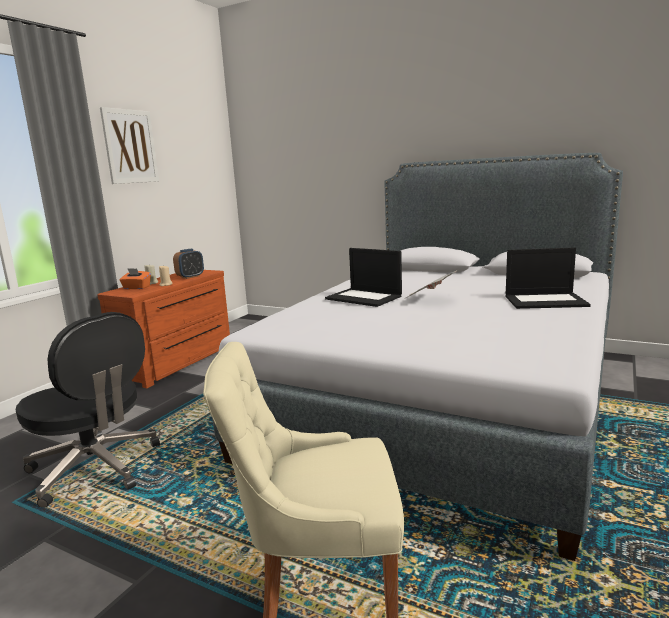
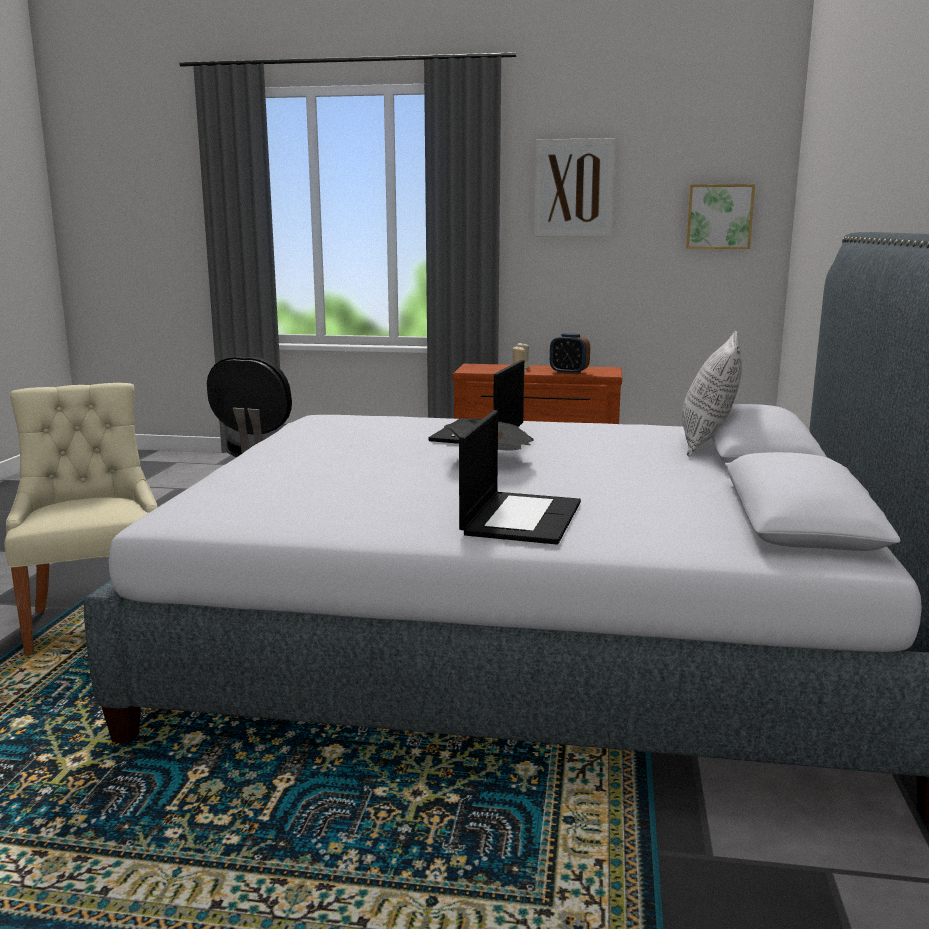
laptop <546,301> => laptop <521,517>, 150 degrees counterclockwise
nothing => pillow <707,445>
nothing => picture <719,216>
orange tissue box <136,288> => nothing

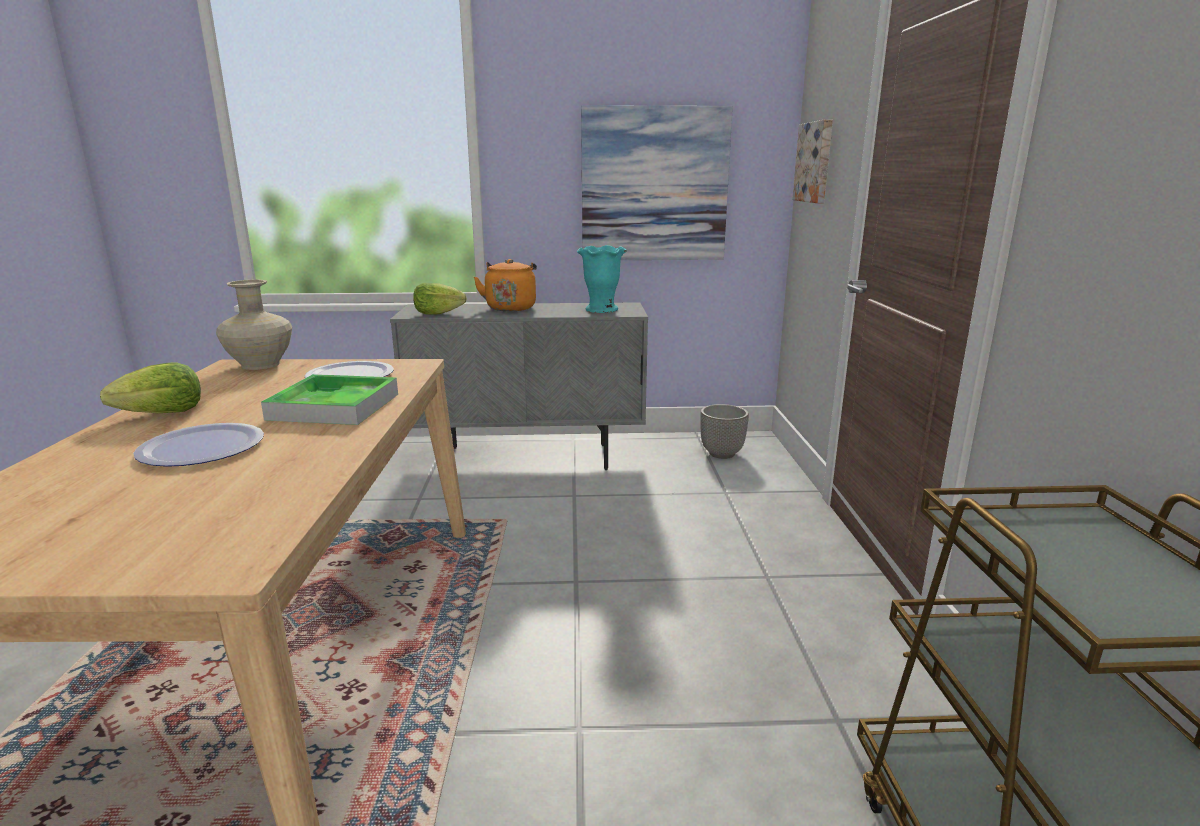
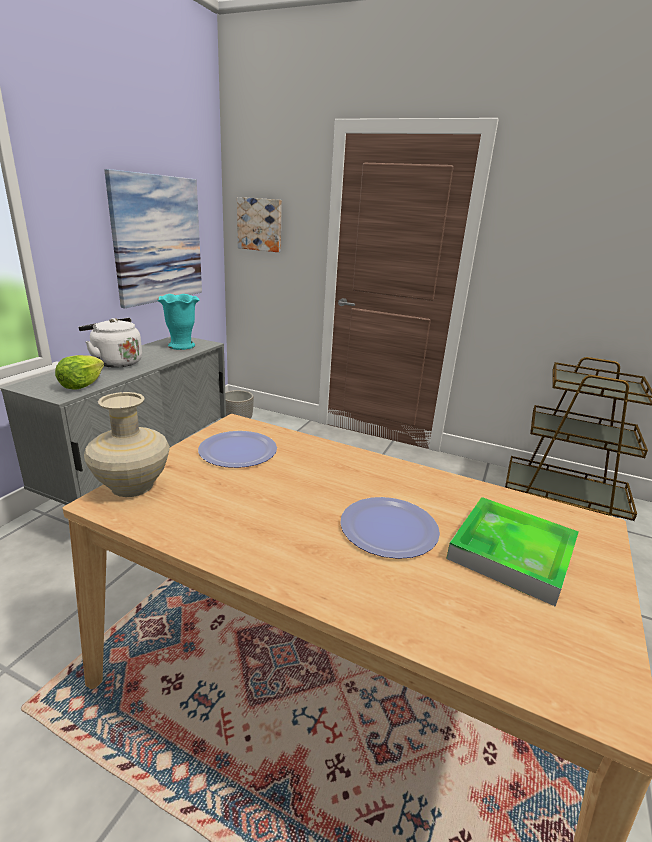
orange kettle <511,308> => white kettle <115,362>
tray <334,406> => tray <511,552>, moved
lettuce <163,414> => nothing

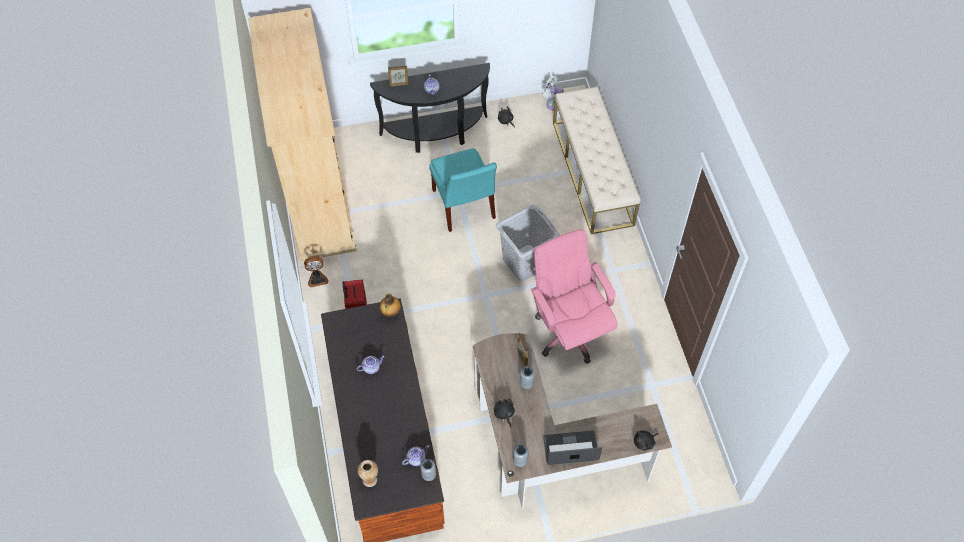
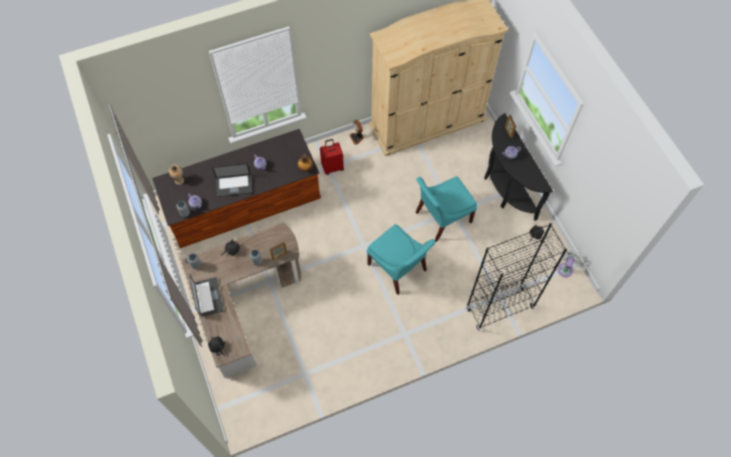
nothing => laptop <234,186>
grey laundry basket <526,263> => turquoise chair <398,269>
beige bench <592,173> => black bookcase <499,308>
pink office chair <569,331> => nothing

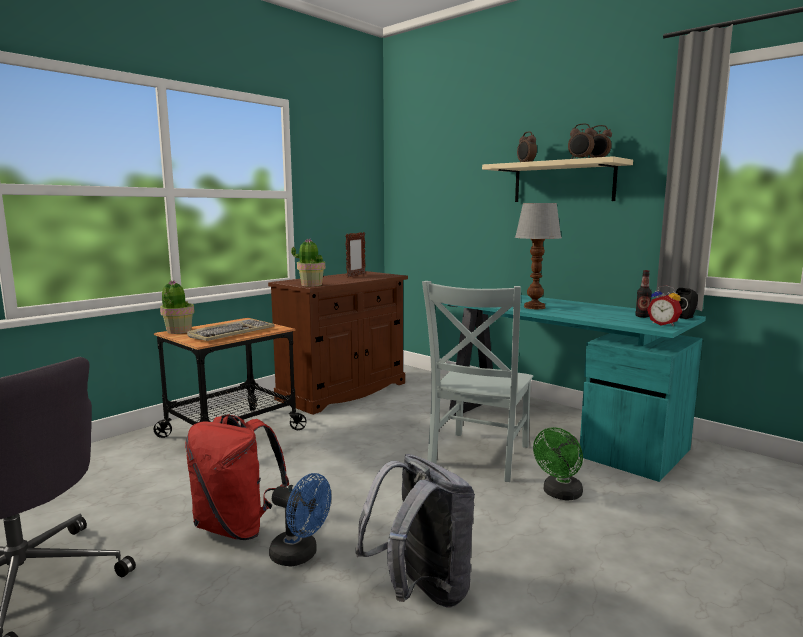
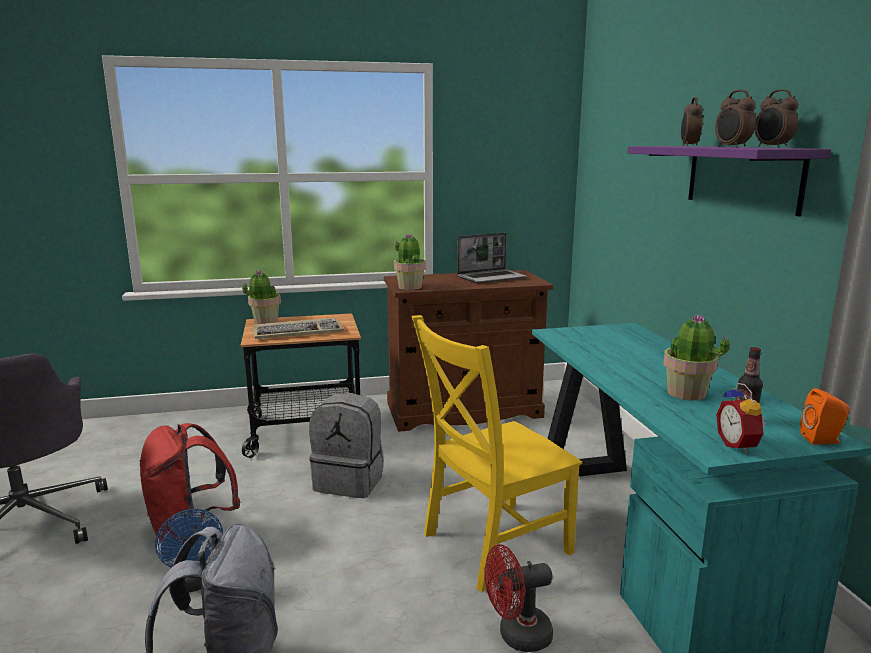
nothing => grey backpack <350,481>
grey chair <478,457> => yellow chair <491,545>
picture frame <355,276> => laptop <491,277>
green fan <560,494> => red fan <517,636>
beige shelf <563,182> => purple shelf <742,177>
nothing => potted plant <686,393>
black speaker <685,317> => orange speaker <822,440>
table lamp <535,307> => nothing

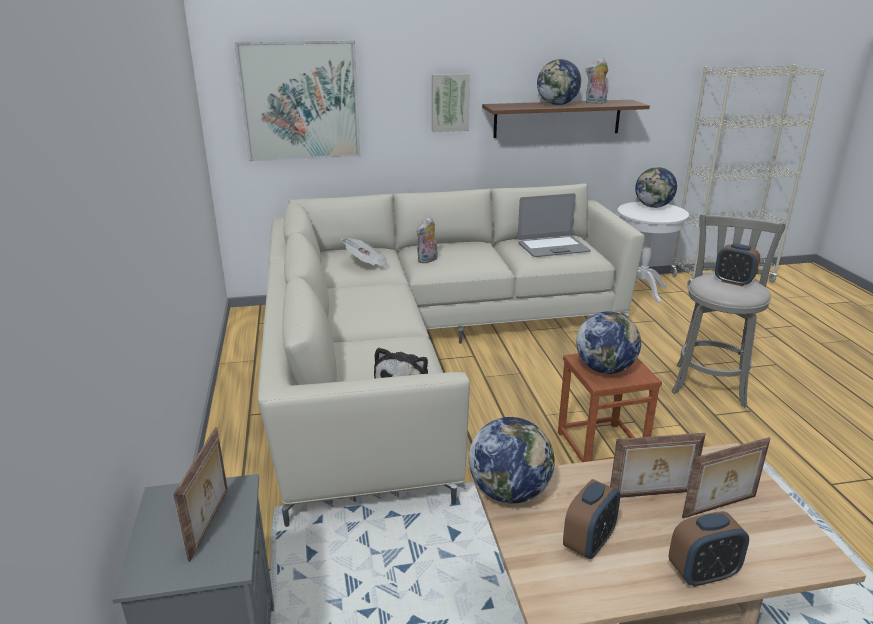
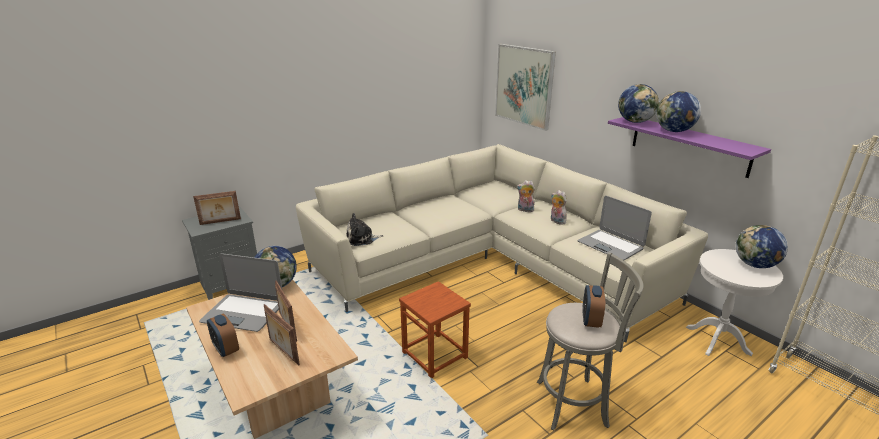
alarm clock <589,543> => laptop <243,313>
plush toy <595,103> => plush toy <556,221>, moved
brown shelf <557,118> => purple shelf <689,145>
globe <605,369> => globe <635,122>, moved
newspaper <367,265> => nothing
picture <449,102> => nothing

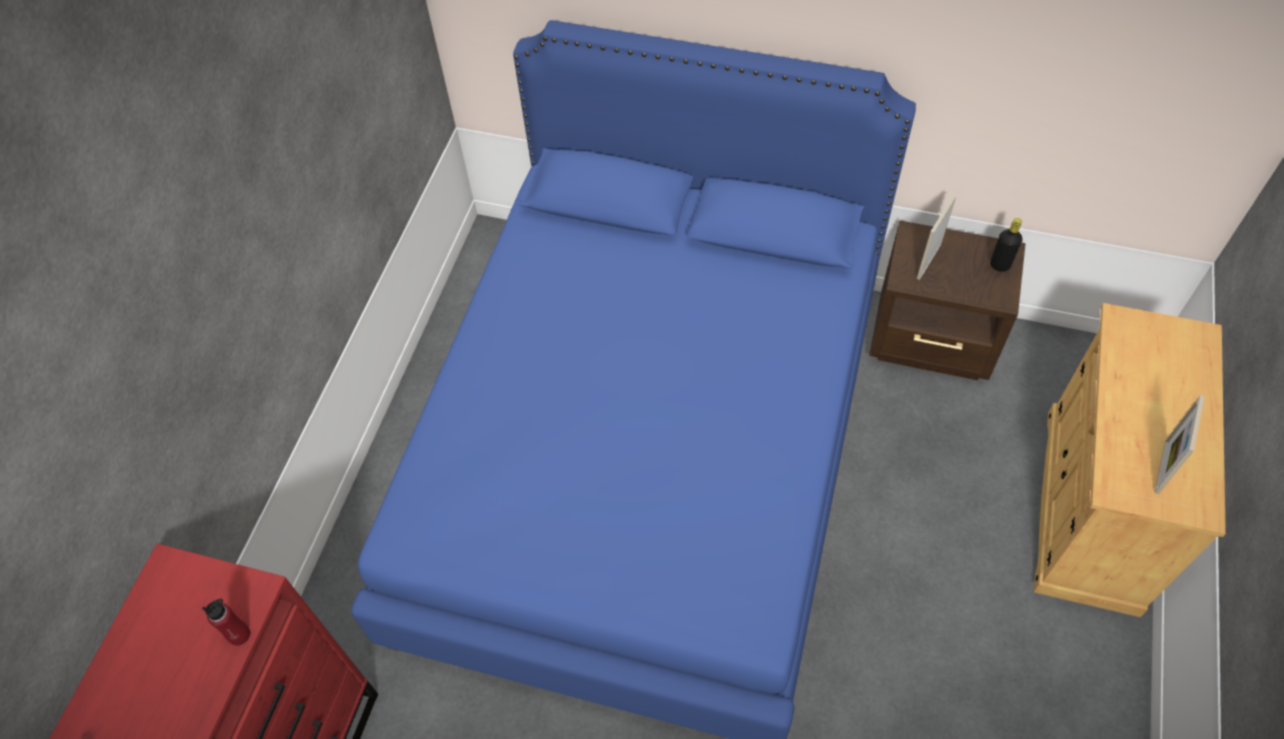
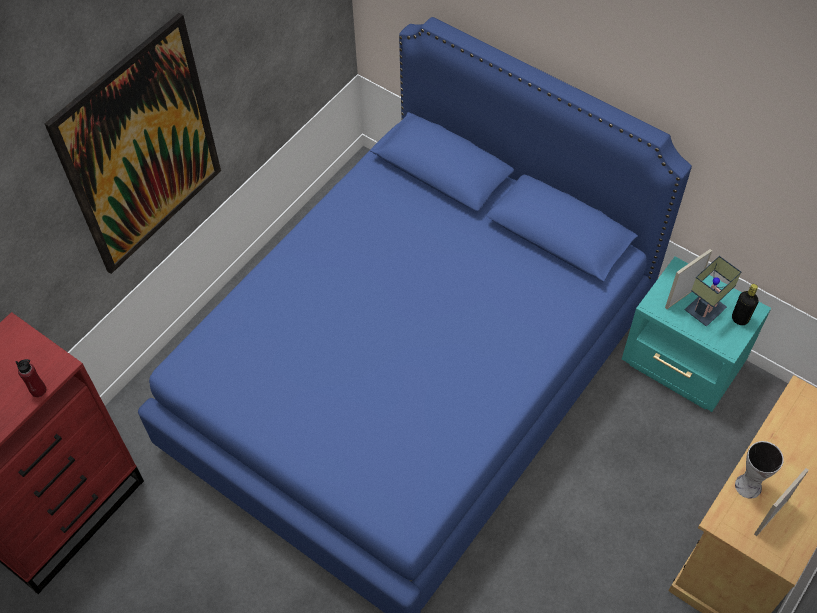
nothing => picture <141,148>
brown nightstand <933,343> => turquoise nightstand <682,367>
nothing => table lamp <705,312>
nothing => vase <747,485>

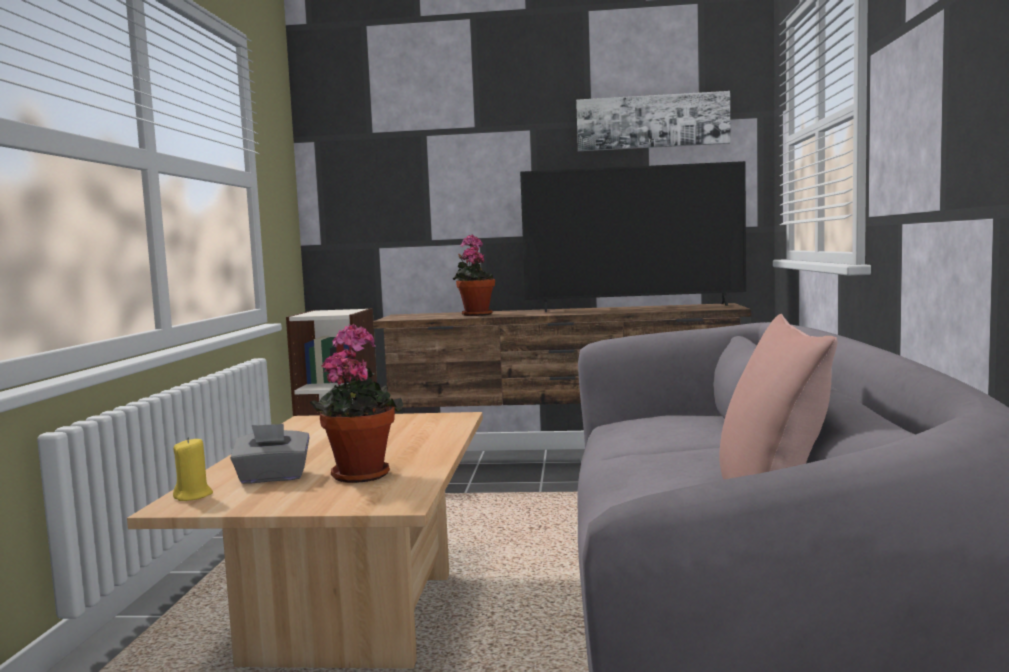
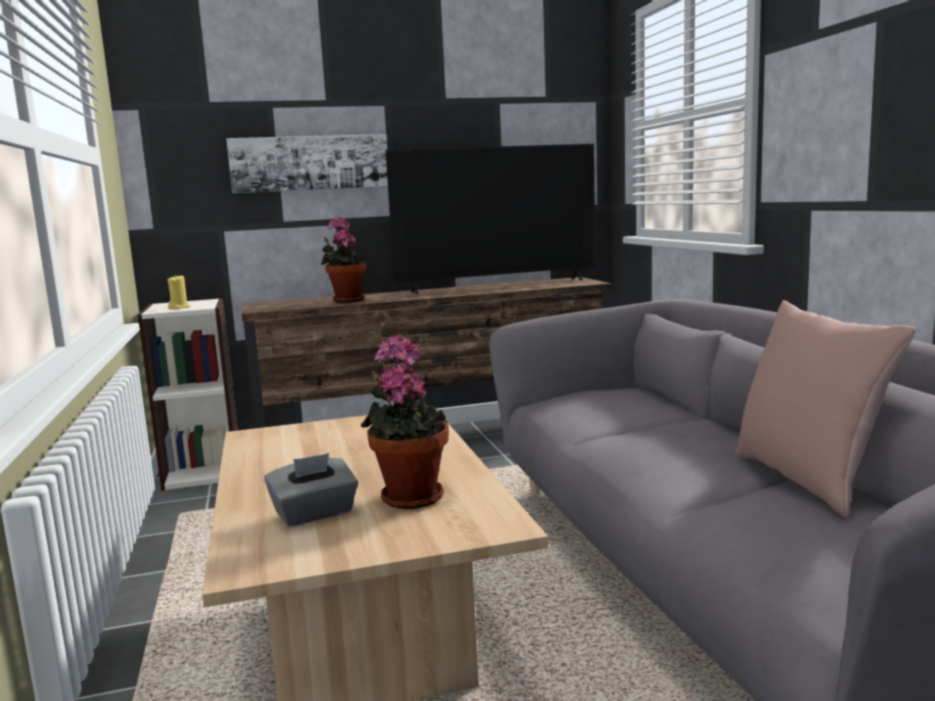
yellow candle <193,496> => yellow candle <179,307>, moved
picture <652,122> => picture <310,163>, moved

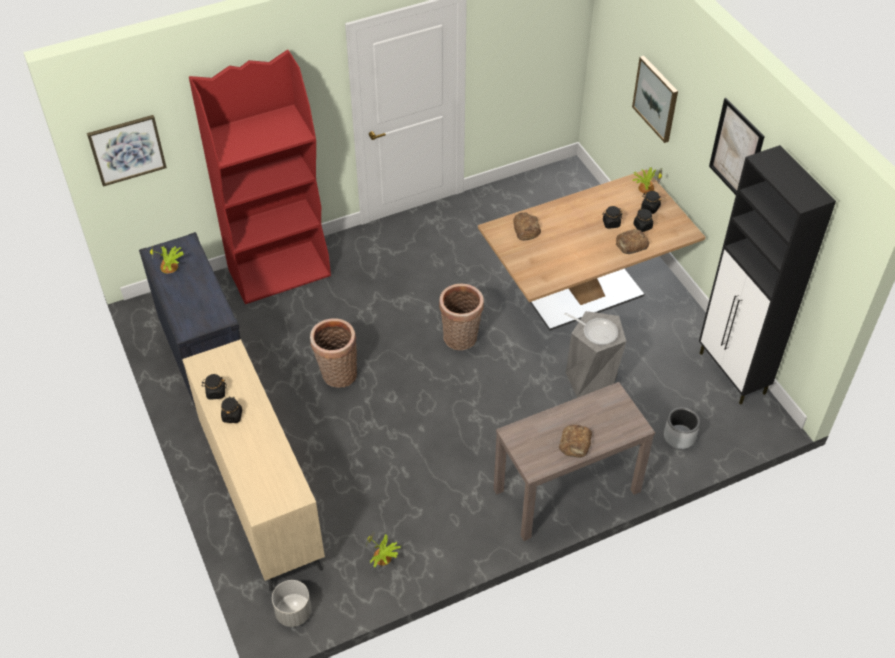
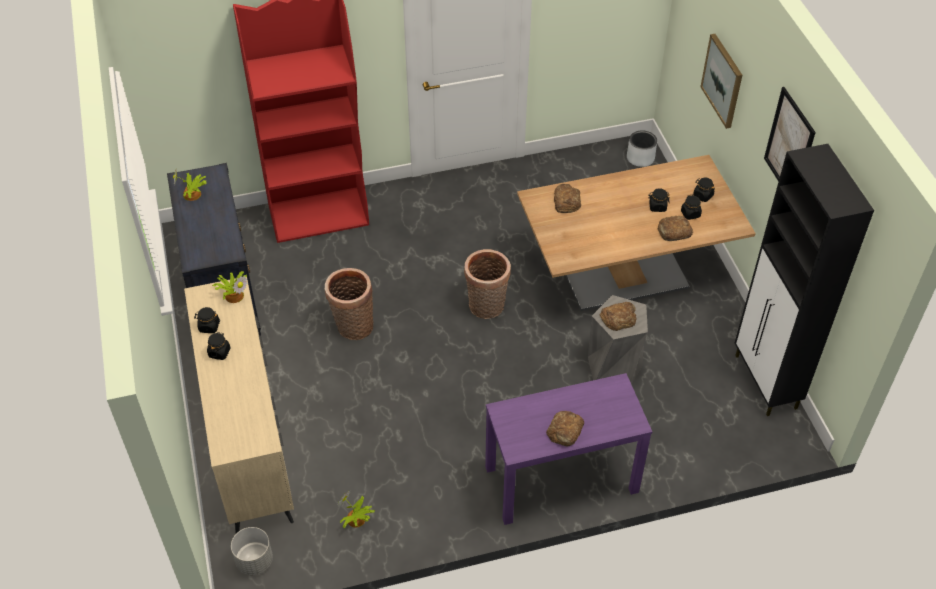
potted plant <645,188> => potted plant <234,295>, moved
brown console table <566,491> => purple console table <561,480>
frying pan <597,332> => bread <618,318>
grey planter <679,436> => grey planter <640,158>, moved
picture <127,149> => nothing

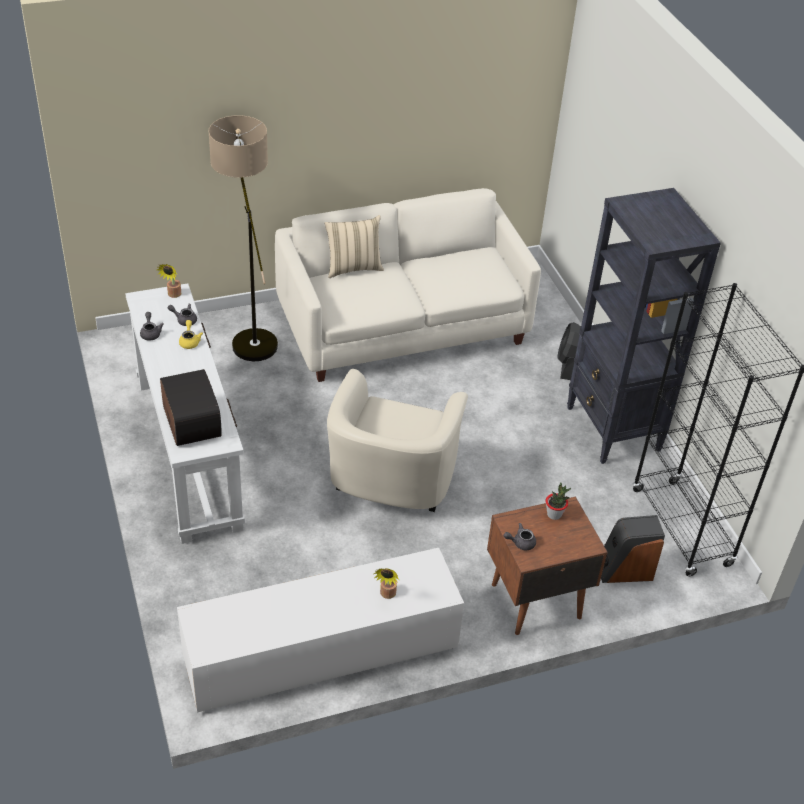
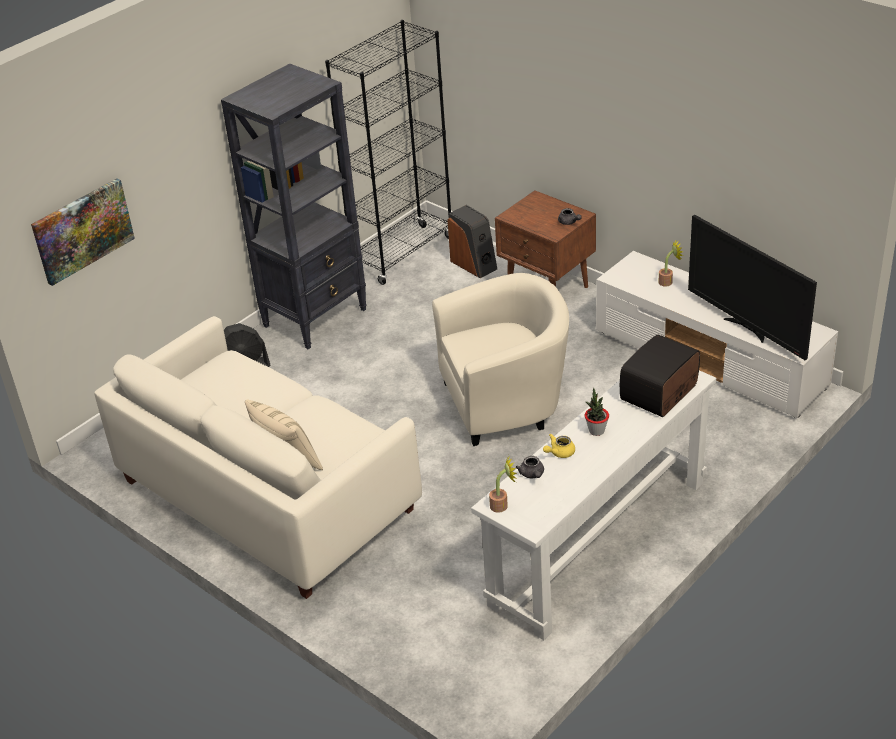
nothing => picture <82,230>
potted plant <554,514> => potted plant <596,431>, moved
nothing => television <747,329>
grey teapot <150,333> => nothing
floor lamp <250,334> => nothing

